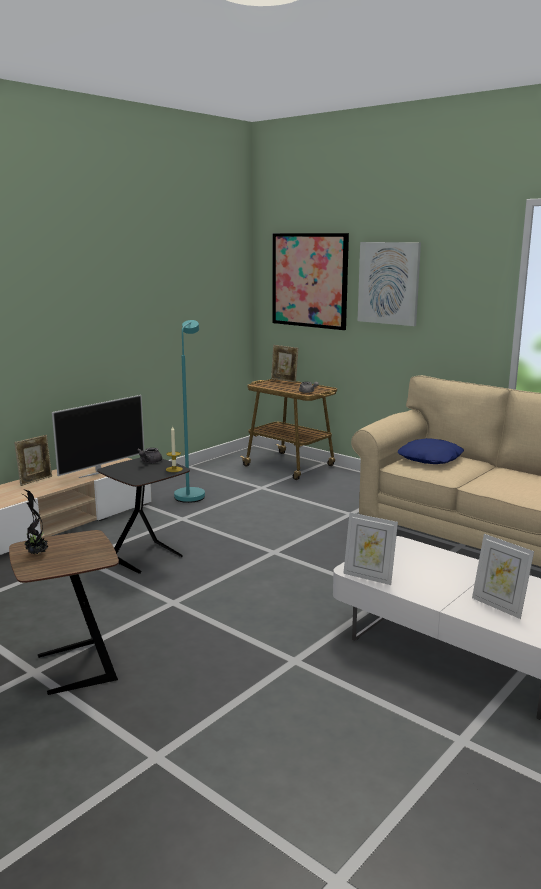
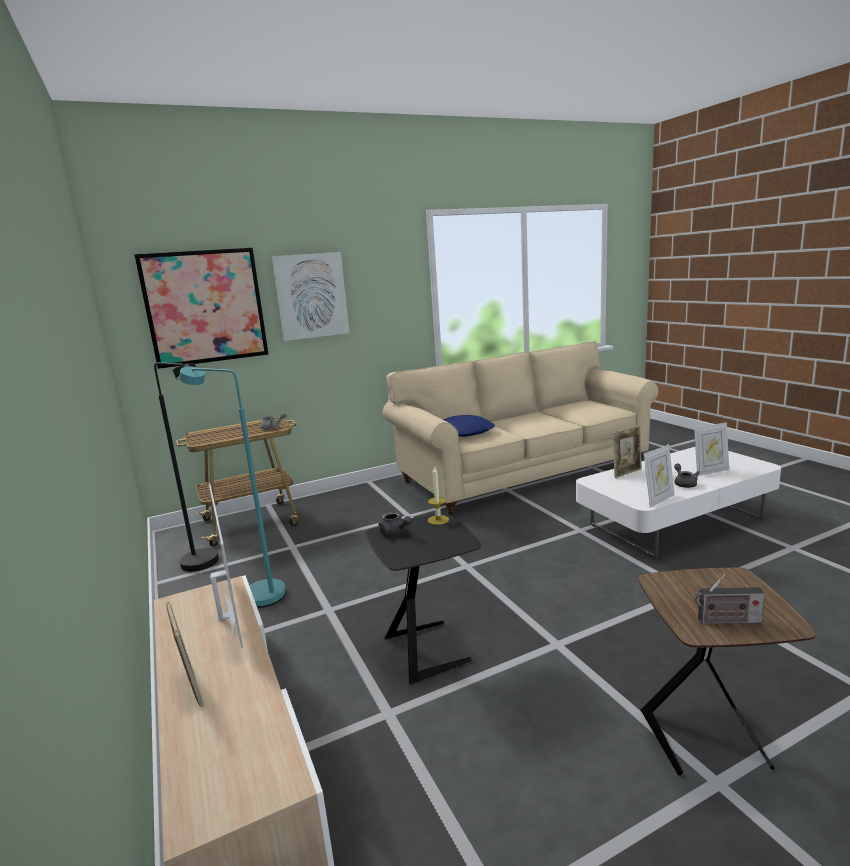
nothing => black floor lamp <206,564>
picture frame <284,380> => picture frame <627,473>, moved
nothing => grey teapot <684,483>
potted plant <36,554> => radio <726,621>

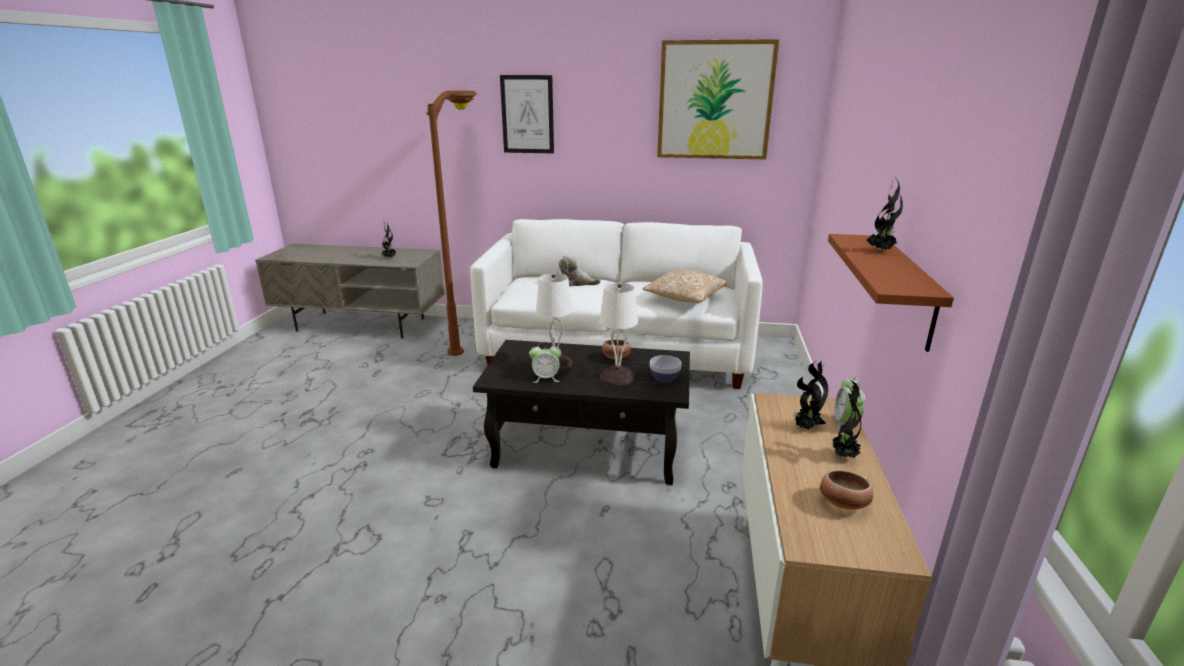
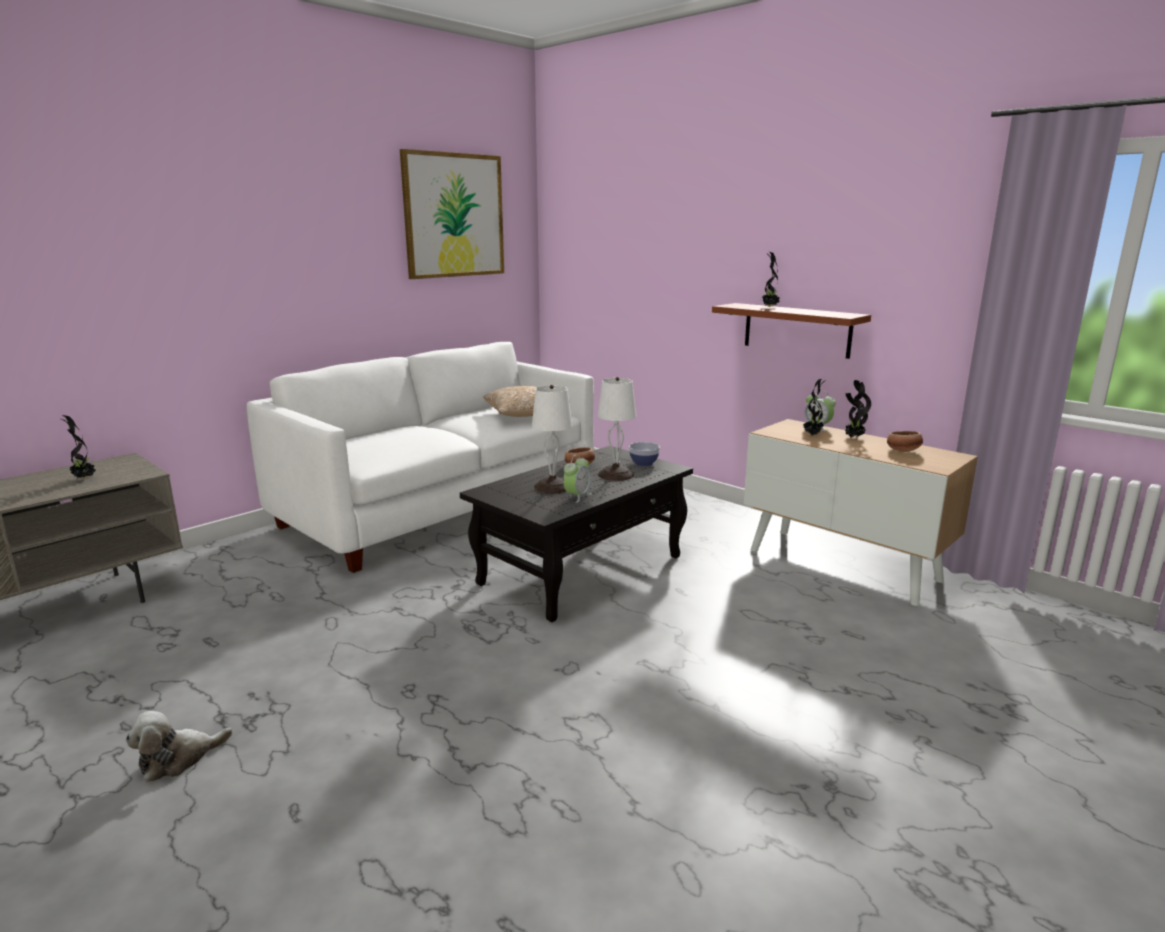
plush toy <576,283> => plush toy <178,759>, moved
brown floor lamp <472,333> => nothing
picture <527,114> => nothing

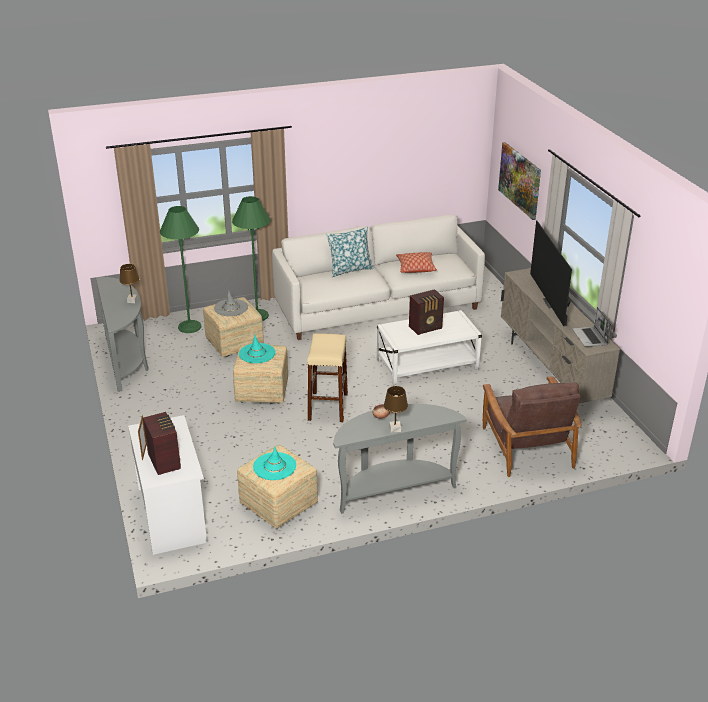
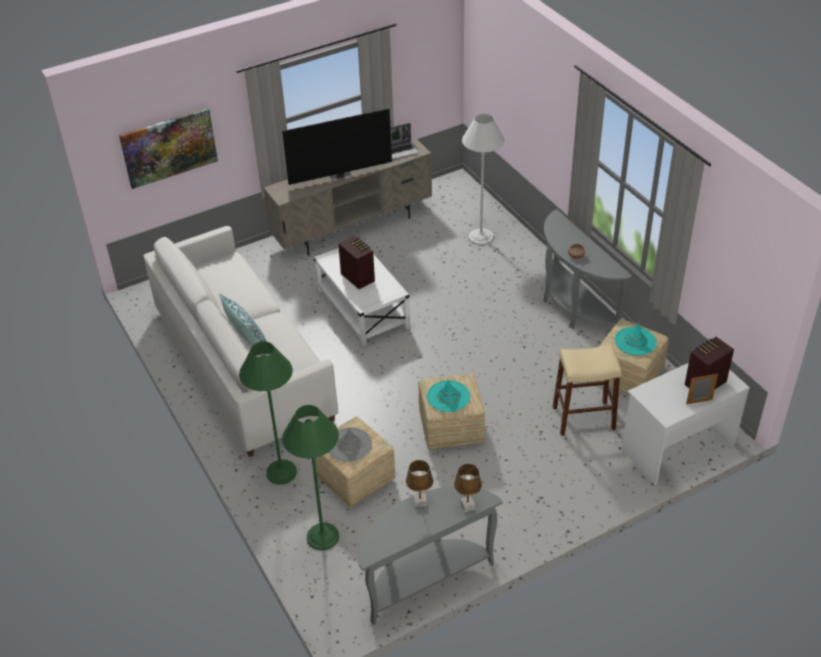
brown table lamp <395,429> => brown table lamp <467,506>, moved
brown armchair <526,446> => white floor lamp <481,237>
beige stool <328,407> => beige stool <583,418>, moved
pillow <415,267> => nothing

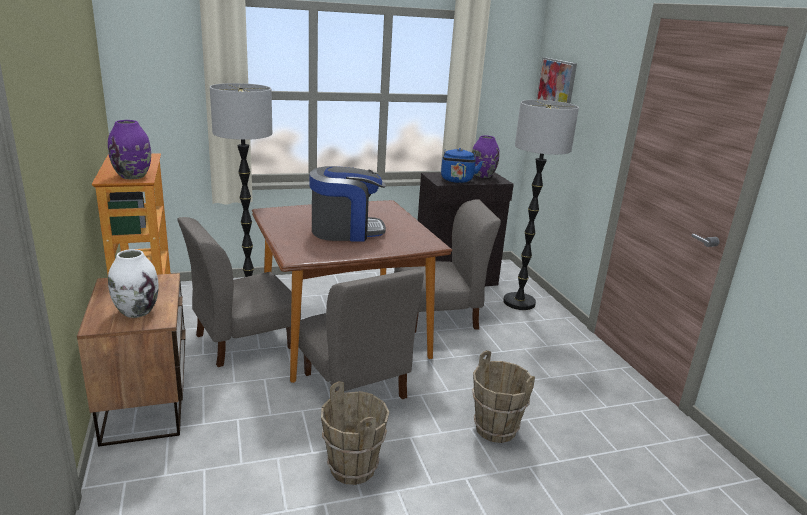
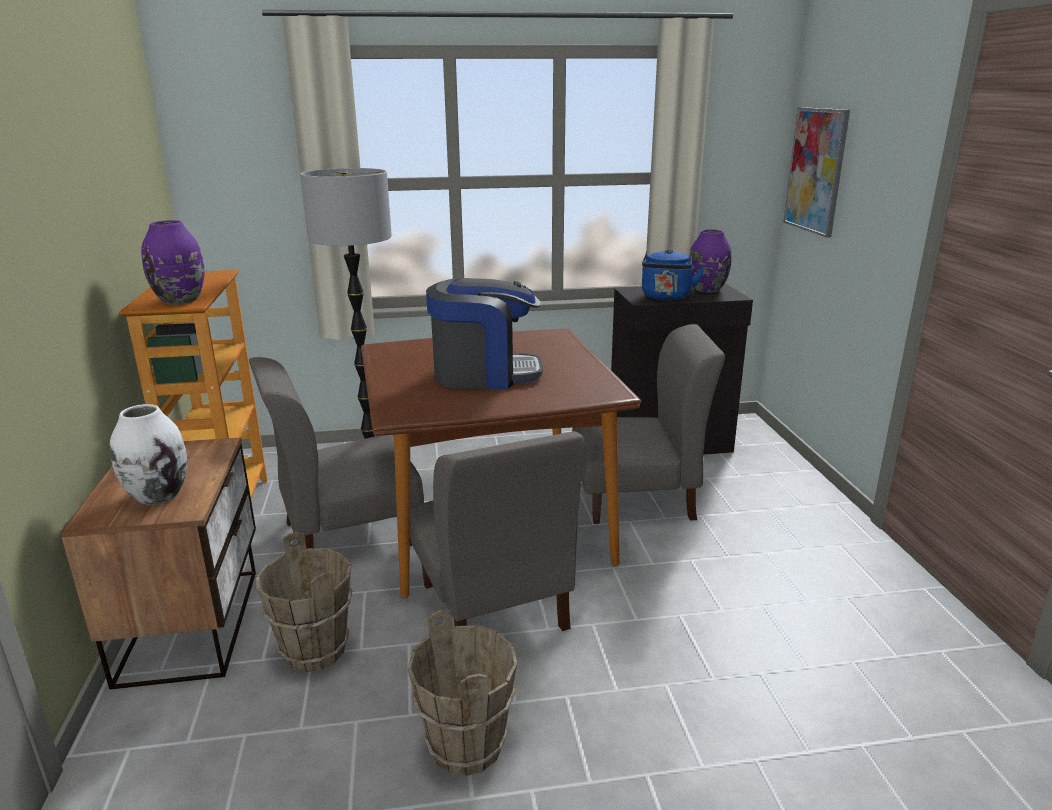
brown bucket <495,429> => brown bucket <314,651>, moved
floor lamp <519,302> => nothing

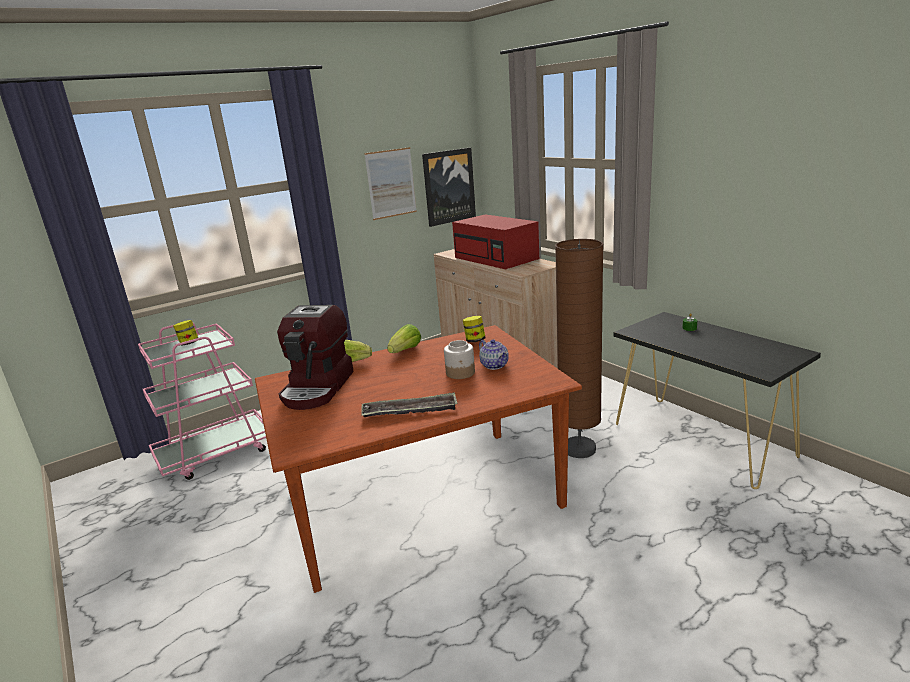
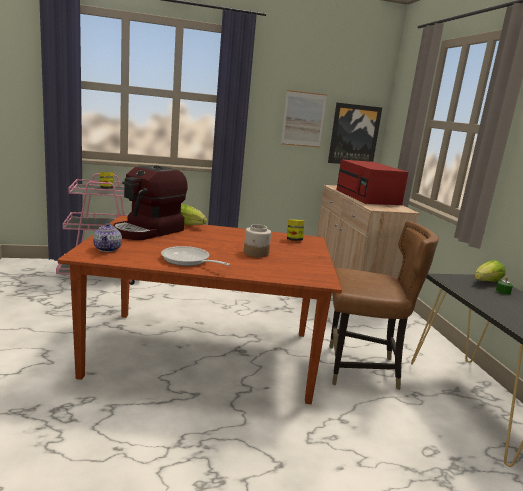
teapot <494,365> => teapot <108,249>, moved
tray <410,411> => frying pan <188,261>
brown floor lamp <579,449> => brown chair <361,369>
lettuce <405,351> => lettuce <486,282>, moved

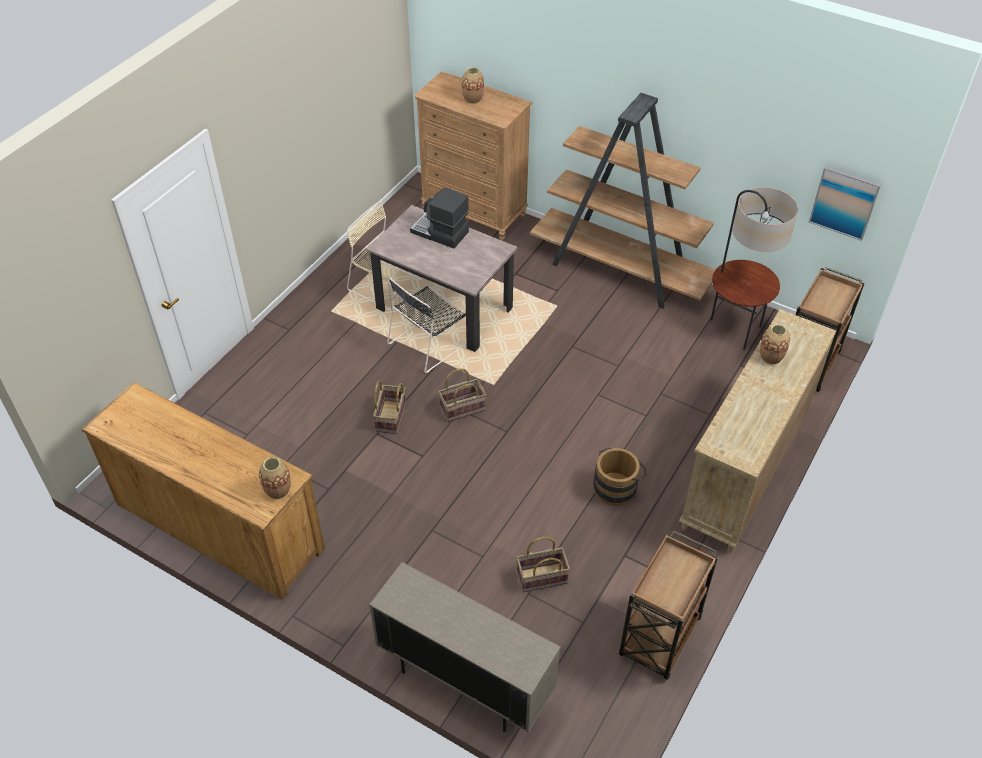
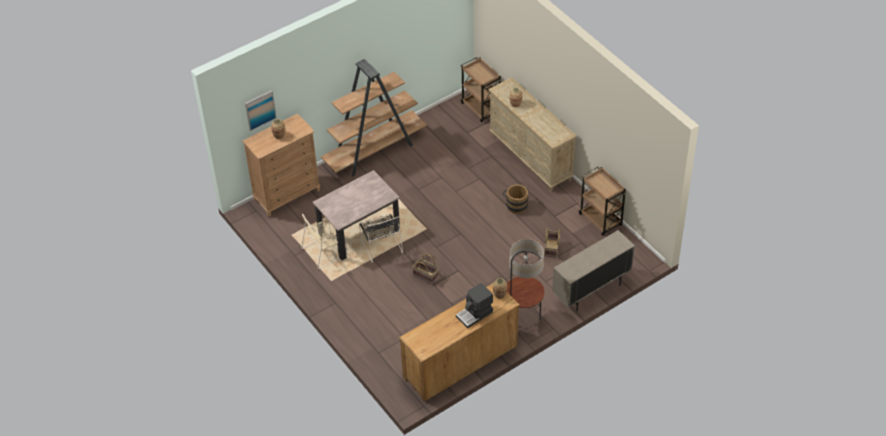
picture <844,202> => picture <260,110>, moved
coffee machine <439,233> => coffee machine <475,314>, moved
floor lamp <734,330> => floor lamp <523,317>, moved
basket <462,408> => nothing

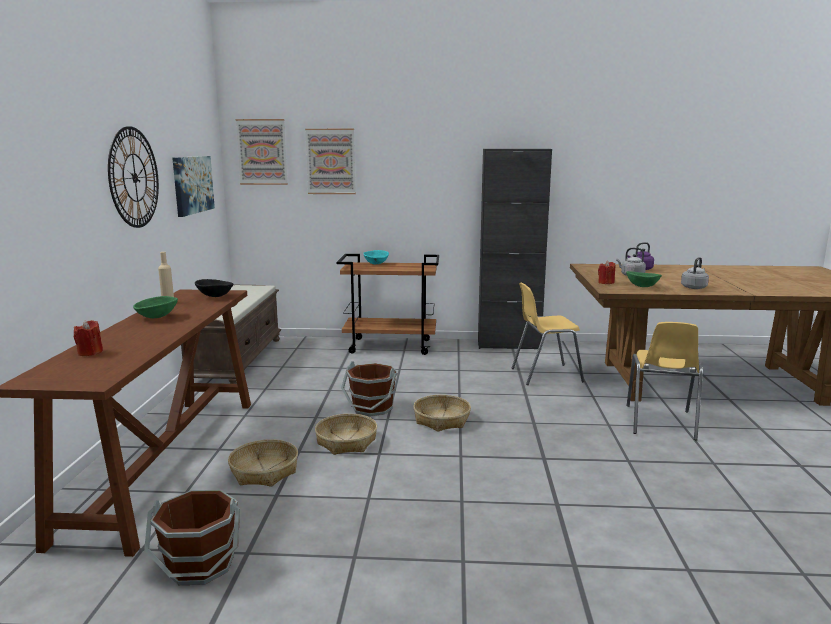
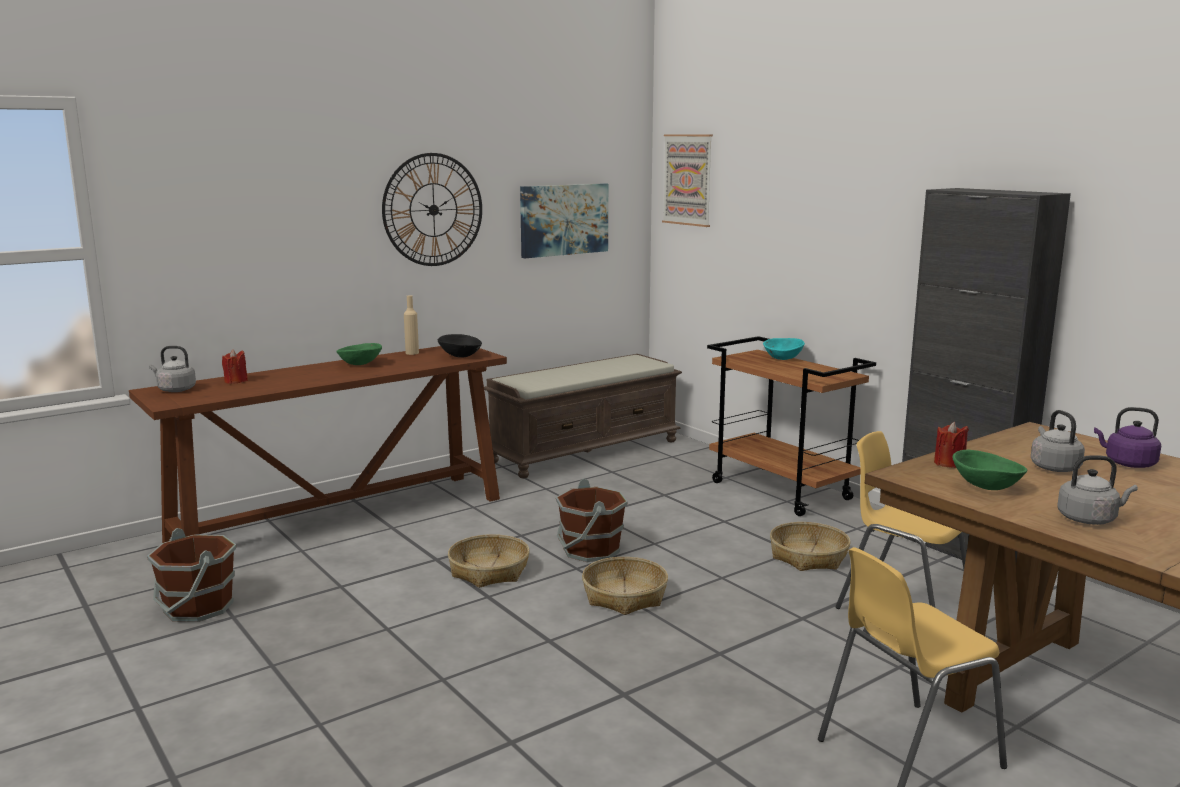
nothing => grey kettle <175,390>
basket <264,471> => basket <809,557>, moved
picture <331,161> => nothing

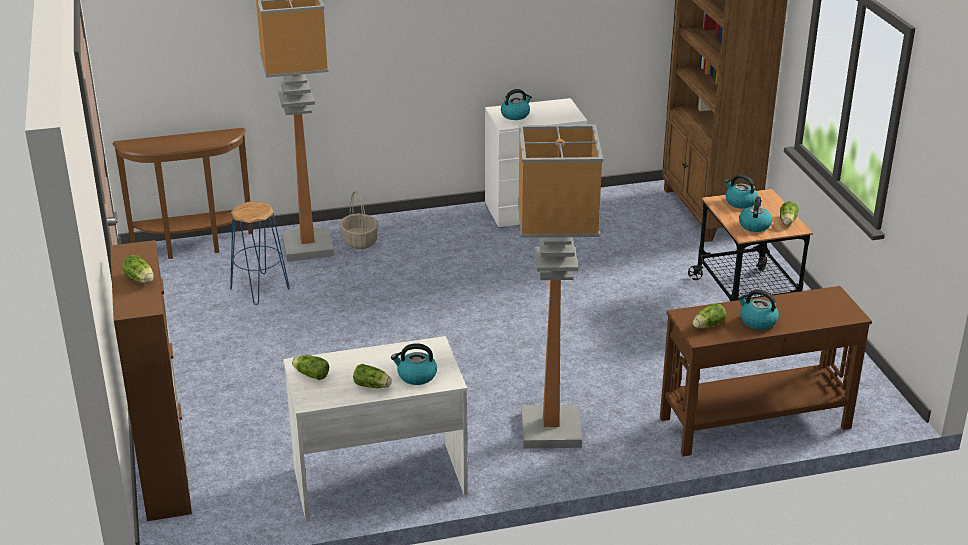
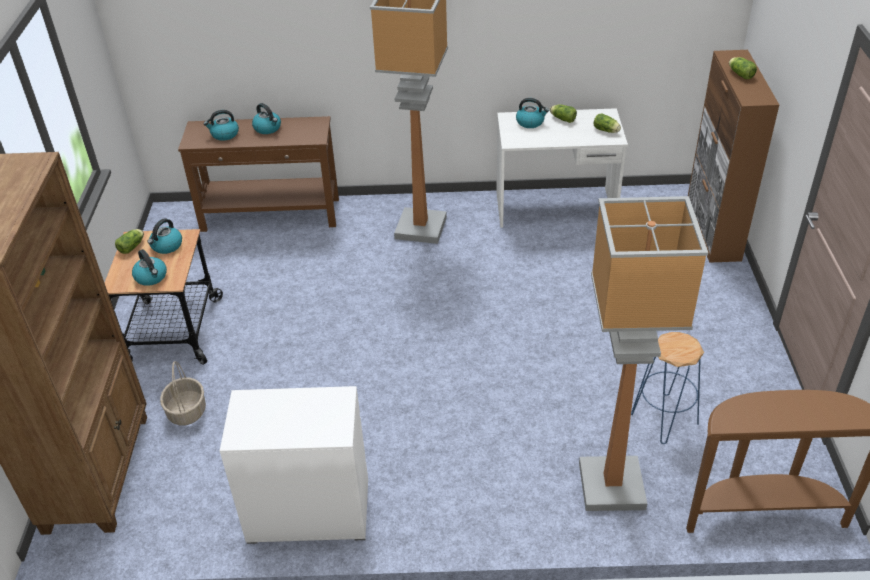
basket <359,241> => basket <187,412>, moved
kettle <515,115> => kettle <224,134>, moved
lettuce <707,325> => nothing

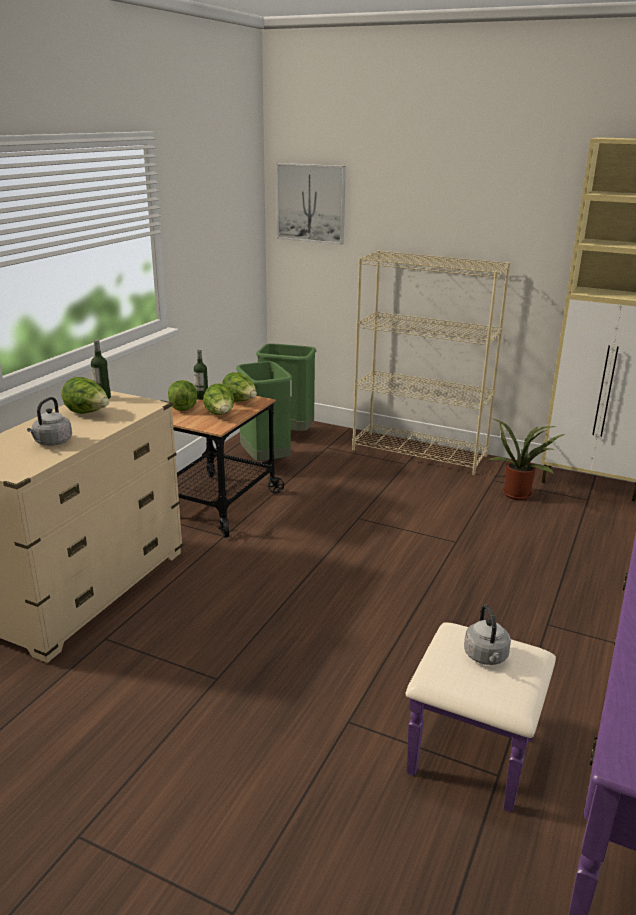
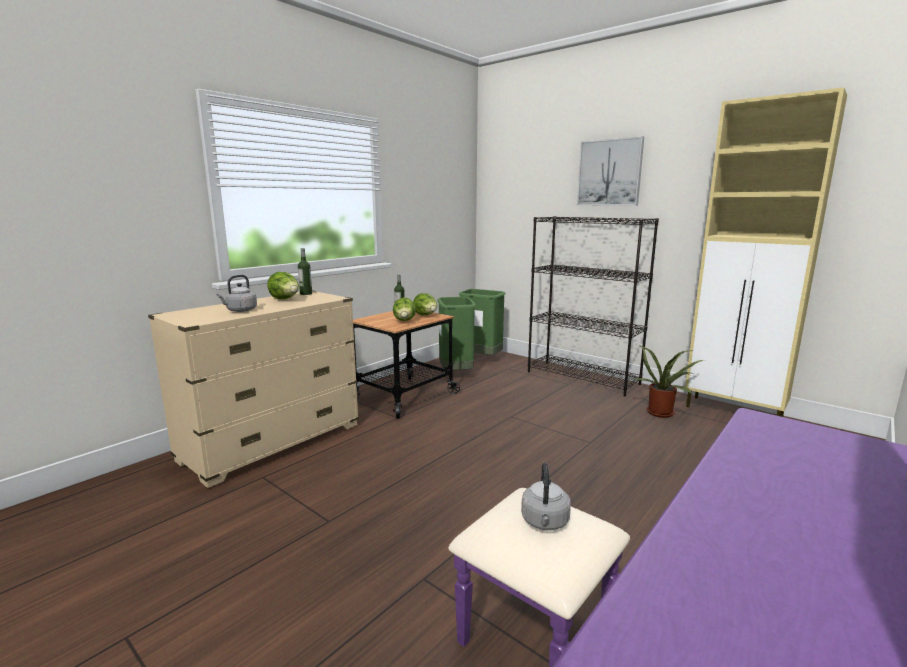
beige bookcase <420,453> => black bookcase <583,378>
picture <311,203> => picture <609,173>, moved
lettuce <183,407> => nothing

